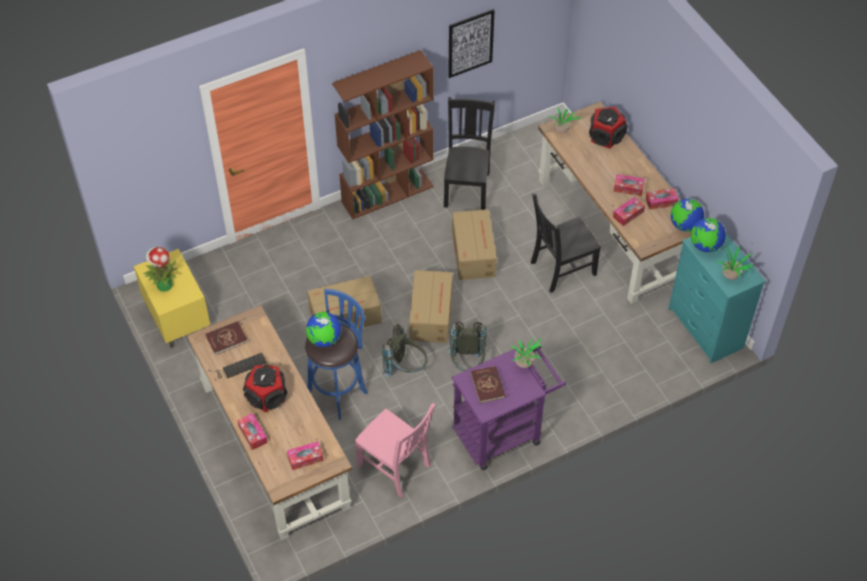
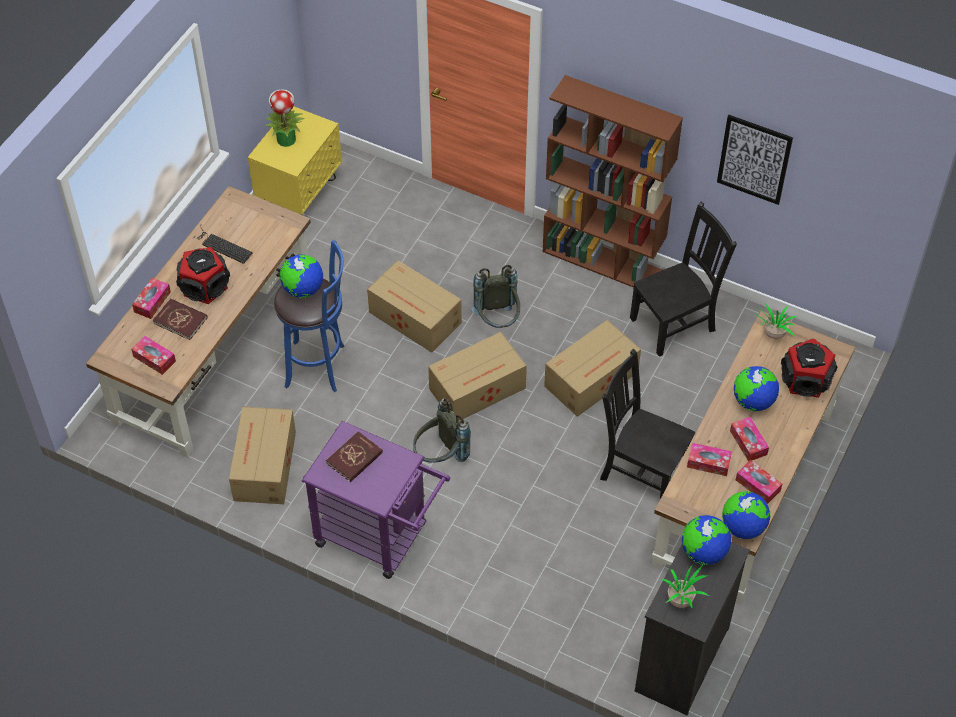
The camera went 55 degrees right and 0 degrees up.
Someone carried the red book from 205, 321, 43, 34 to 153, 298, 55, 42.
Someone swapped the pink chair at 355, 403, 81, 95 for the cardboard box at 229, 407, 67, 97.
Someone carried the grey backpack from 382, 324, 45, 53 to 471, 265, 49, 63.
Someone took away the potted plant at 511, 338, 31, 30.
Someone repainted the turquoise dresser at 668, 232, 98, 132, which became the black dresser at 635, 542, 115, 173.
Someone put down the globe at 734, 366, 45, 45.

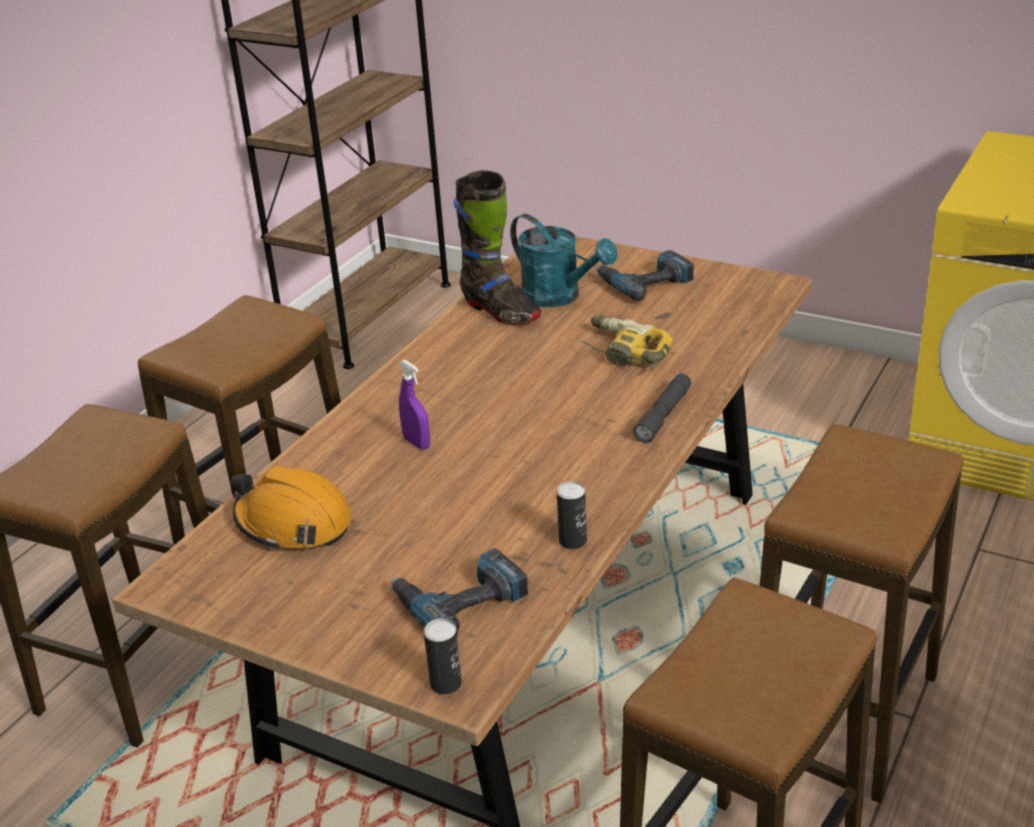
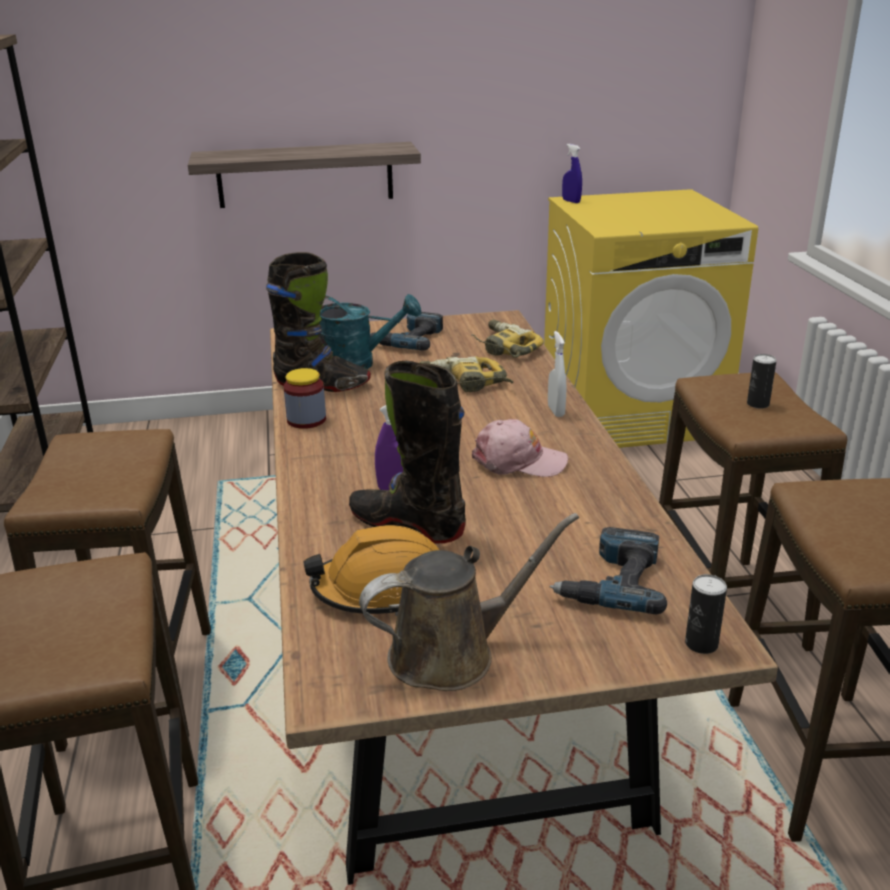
The camera went 40 degrees left and 5 degrees down.
Someone carried the can from 557, 481, 30, 68 to 747, 354, 30, 55.
Someone swapped the grey flashlight at 633, 373, 58, 70 for the white spray bottle at 548, 331, 18, 86.
Someone put up the shelf at 188, 142, 233, 66.
Someone put down the jar at 283, 368, 43, 61.
Someone put down the black boot at 349, 361, 117, 182.
Someone put down the brown watering can at 359, 513, 220, 178.
Someone put down the power drill at 471, 319, 73, 39.
Someone put down the pink cap at 472, 419, 97, 58.
Someone put down the blue spray bottle at 562, 144, 20, 59.

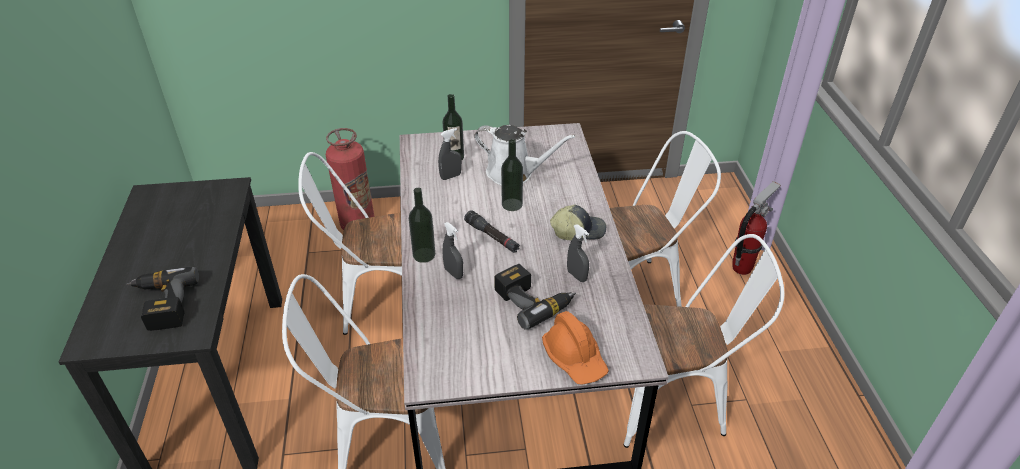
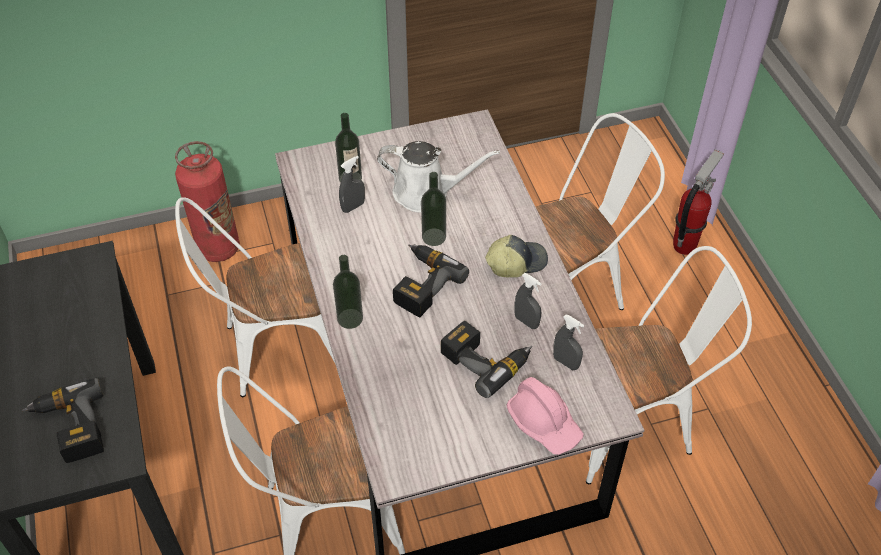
The camera went 10 degrees left and 10 degrees up.
Someone carried the grey spray bottle from 442, 222, 21, 57 to 553, 314, 31, 56.
Someone swapped the black flashlight at 464, 210, 56, 43 for the power drill at 393, 245, 76, 72.
Someone repainted the orange hard hat at 542, 311, 67, 74, which became the pink hard hat at 506, 377, 78, 78.

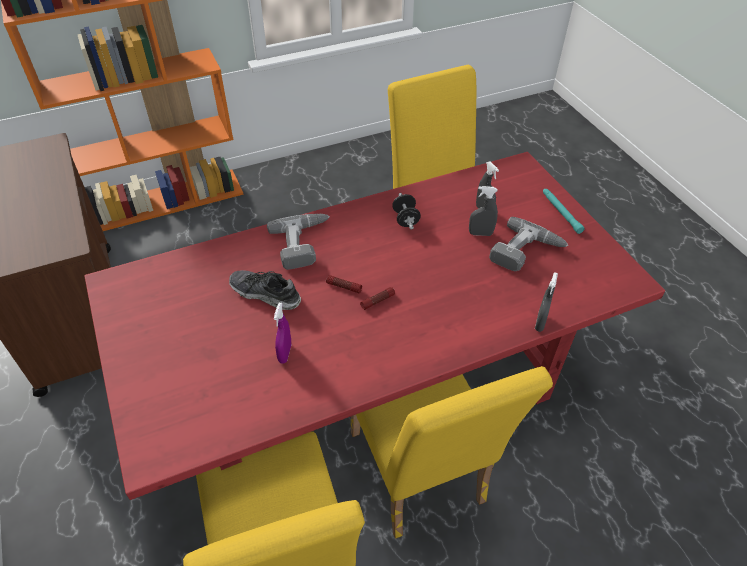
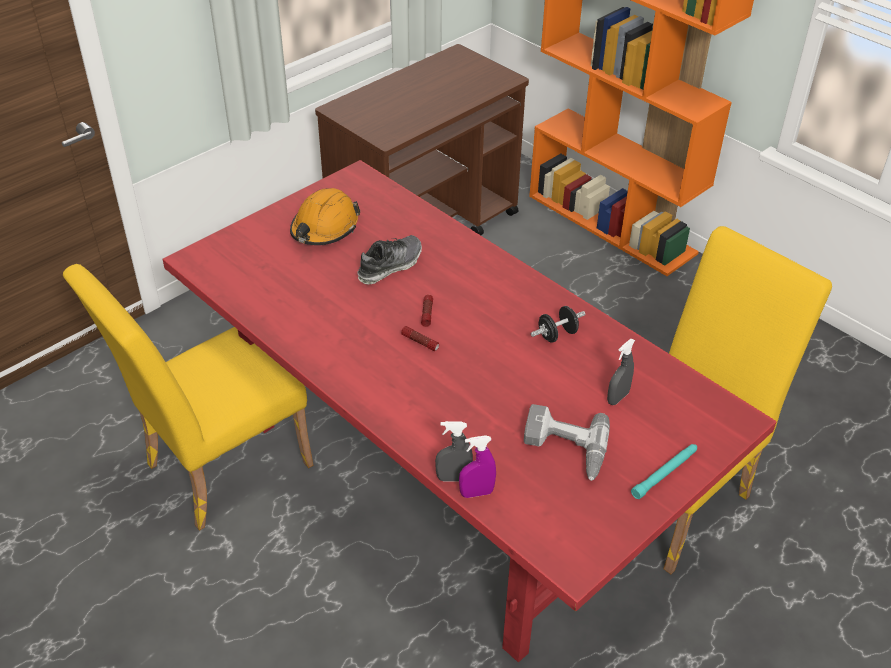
The camera went 70 degrees right and 5 degrees down.
Someone rotated the shoe at 229, 270, 72, 40 by 45 degrees clockwise.
Someone took away the power drill at 267, 214, 63, 56.
Someone carried the purple spray bottle from 274, 303, 17, 61 to 459, 435, 37, 63.
Someone took away the yellow chair at 351, 366, 202, 173.
Someone took away the grey spray bottle at 469, 186, 29, 50.
Someone put down the orange hard hat at 290, 188, 70, 57.

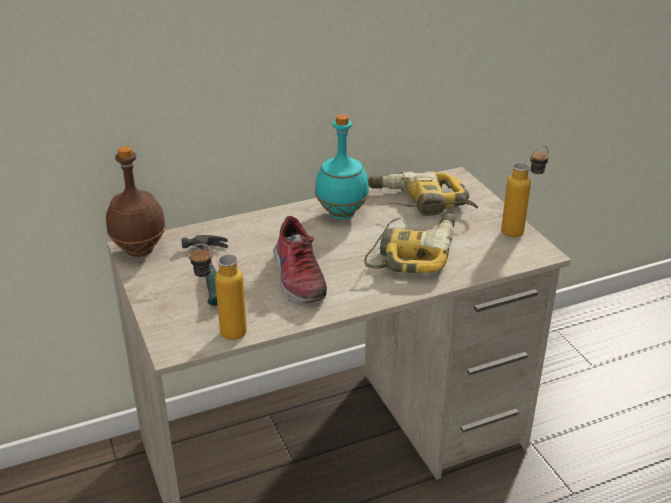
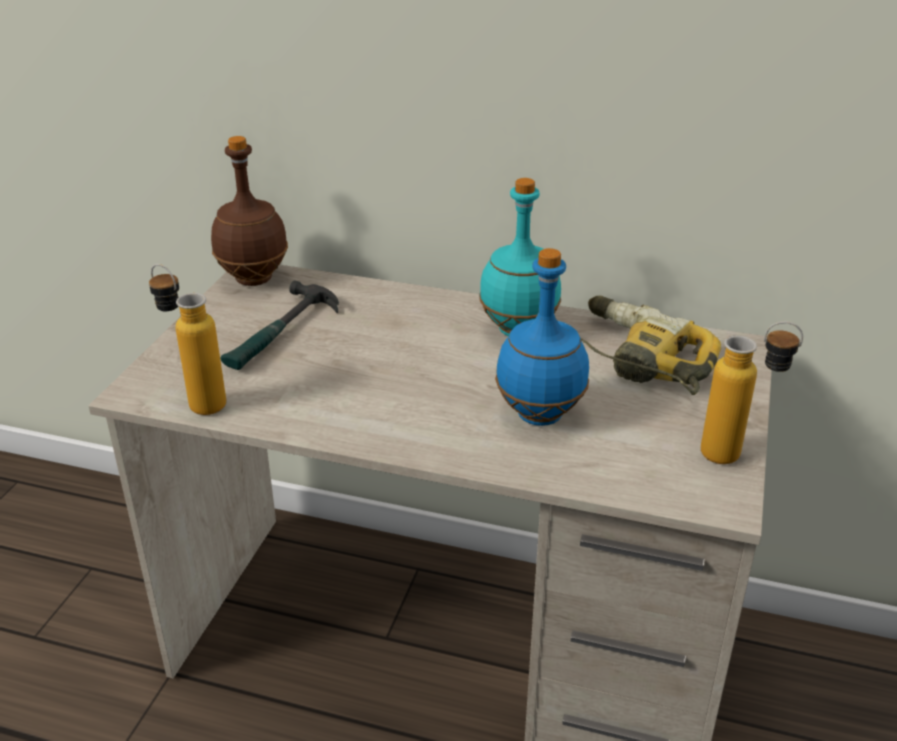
The camera went 40 degrees right and 0 degrees up.
Someone took away the shoe at 273, 216, 54, 89.
Someone swapped the power drill at 364, 213, 91, 60 for the blue bottle at 495, 248, 94, 178.

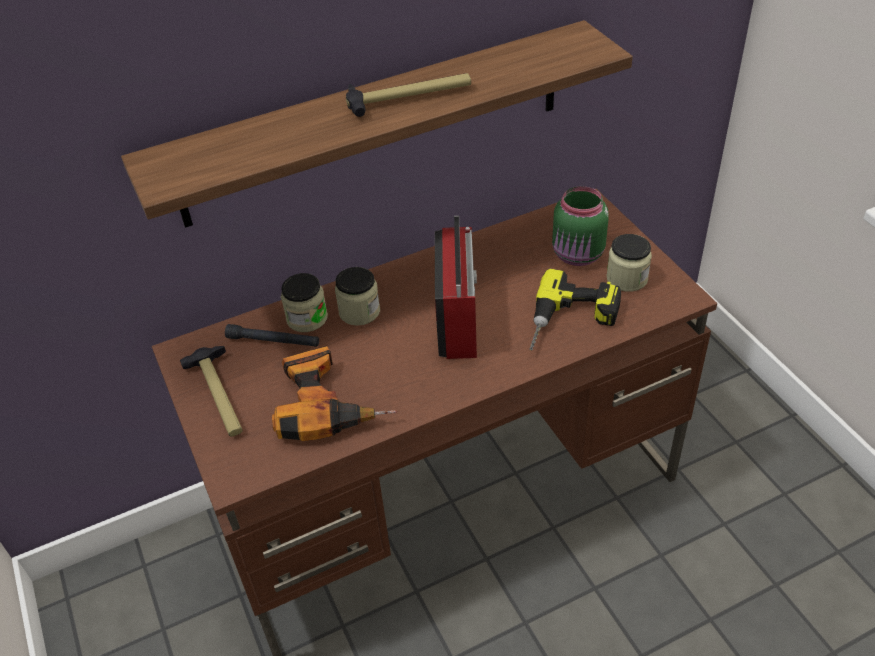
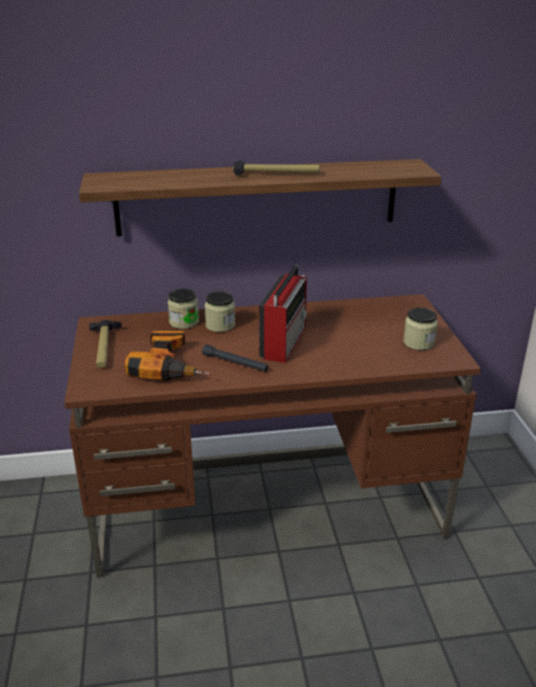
The camera went 15 degrees right and 15 degrees down.
Someone carried the black flashlight from 225, 324, 94, 23 to 202, 345, 66, 27.
Someone took away the power drill at 529, 269, 92, 81.
Someone took away the green jar at 552, 186, 57, 80.

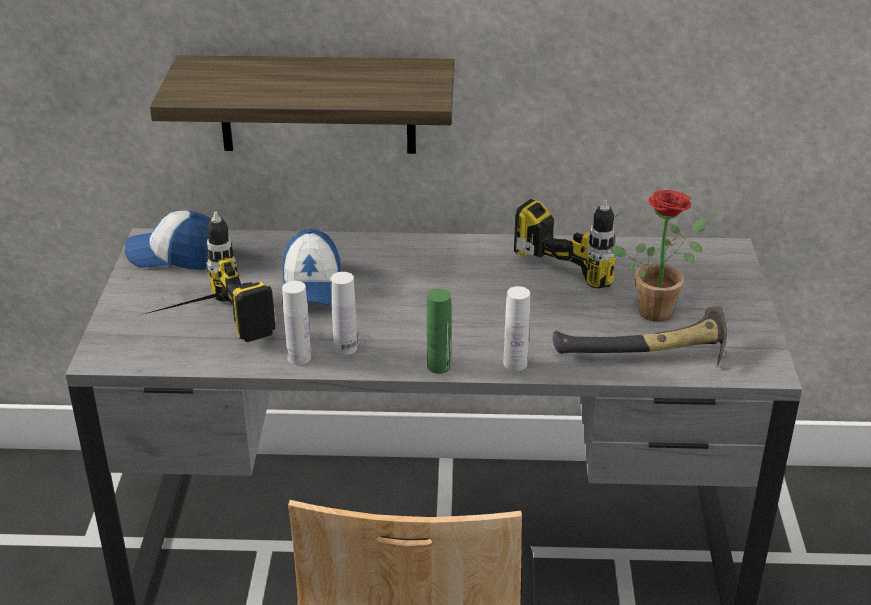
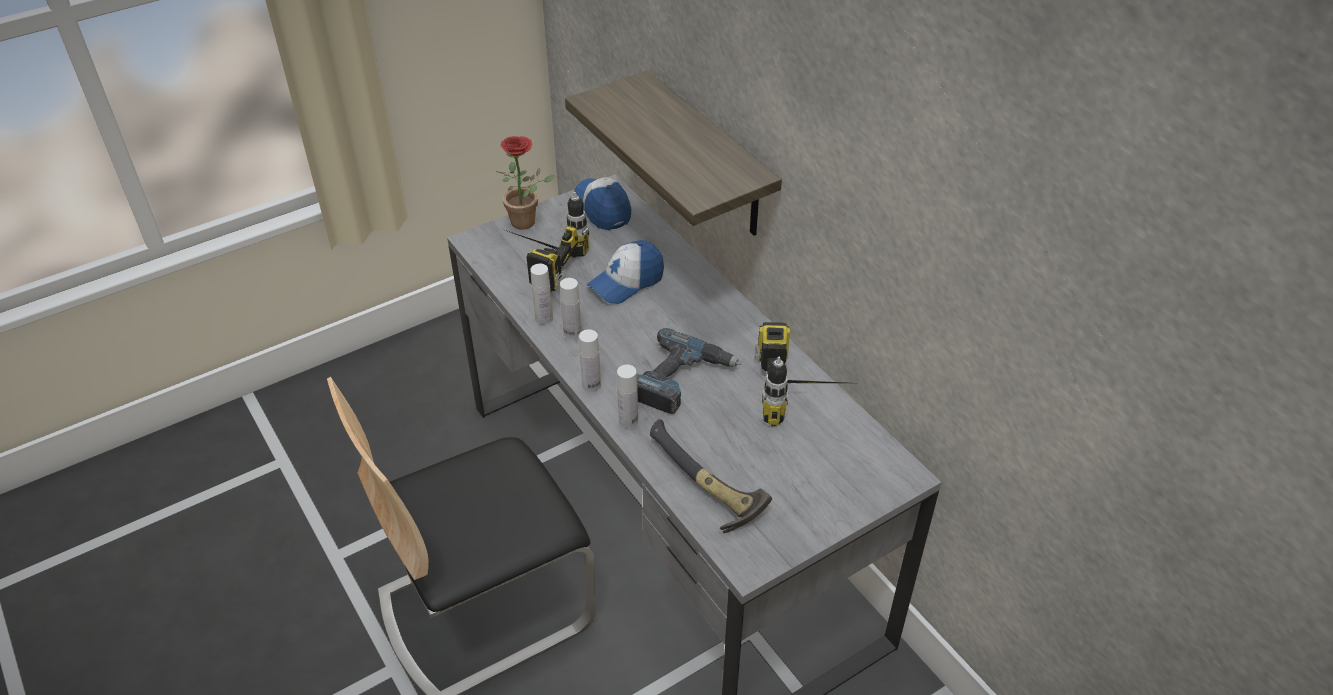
The camera went 55 degrees right and 10 degrees up.
Someone repainted the green bottle at 427, 289, 24, 85, which became the white bottle at 579, 329, 22, 63.
Someone carried the potted plant from 610, 190, 98, 132 to 496, 136, 59, 94.
Someone put down the power drill at 637, 328, 104, 86.

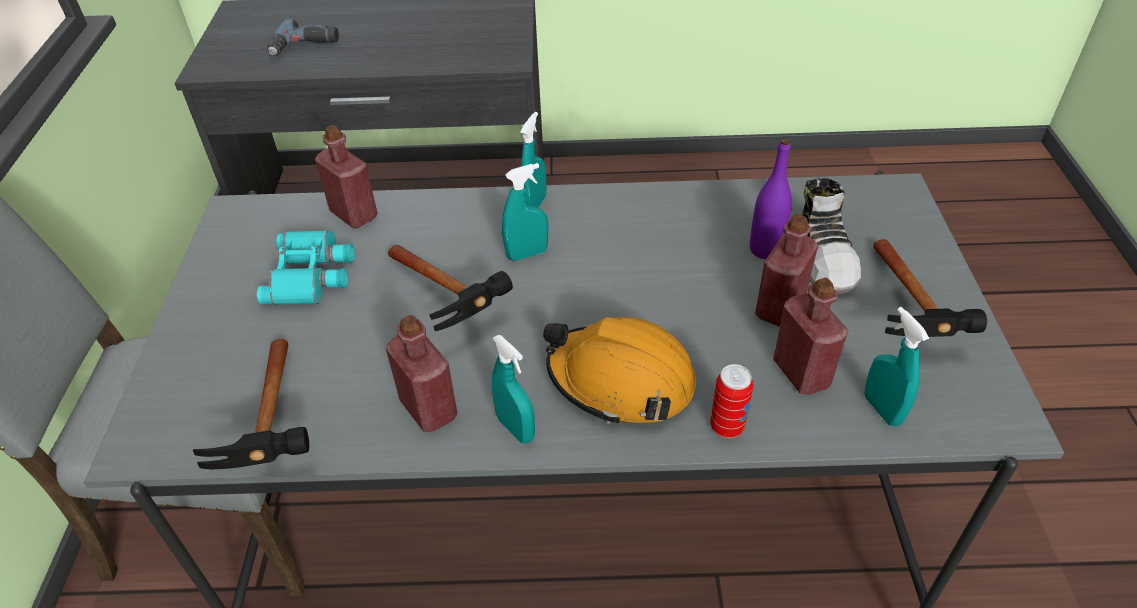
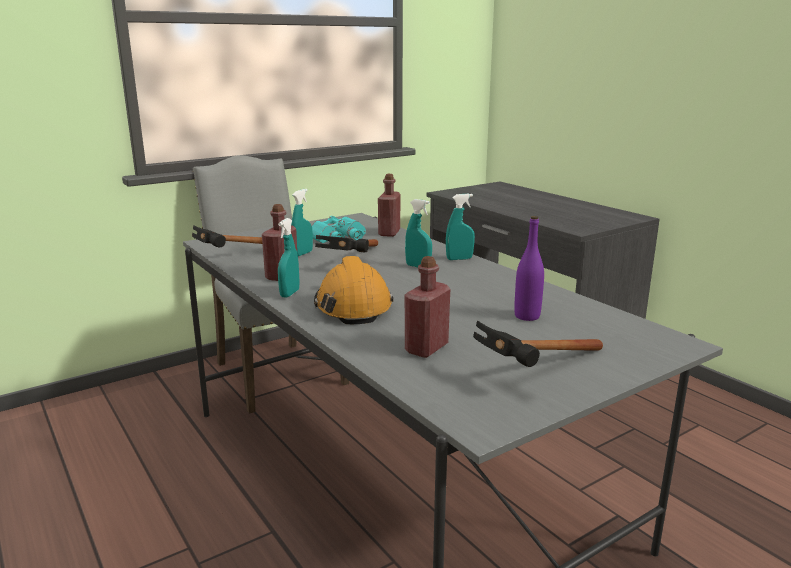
The camera went 55 degrees right and 25 degrees down.
Someone took away the power drill at 267, 18, 72, 38.
Someone took away the can at 710, 364, 43, 74.
Someone took away the red bottle at 755, 214, 63, 113.
Someone took away the shoe at 801, 178, 60, 117.
Someone carried the turquoise spray bottle from 864, 307, 65, 119 to 291, 189, 22, 67.

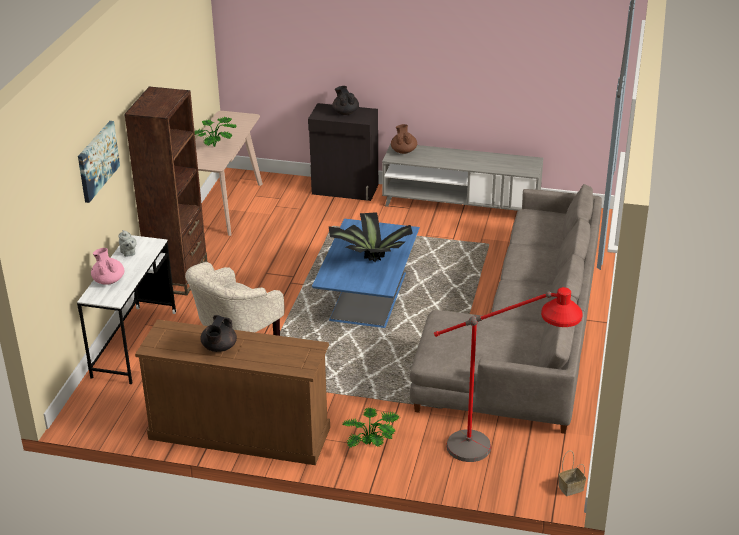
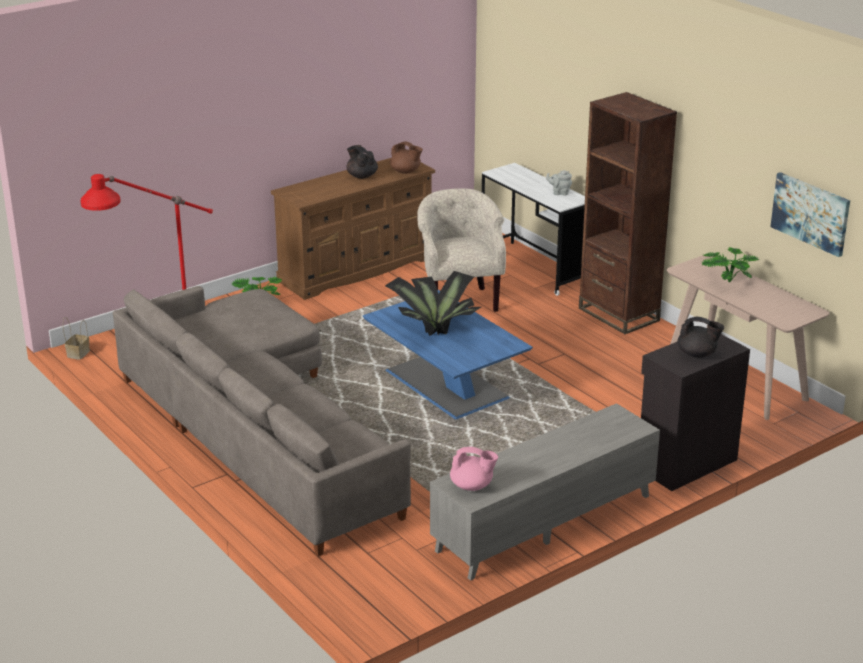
The camera went 130 degrees right and 5 degrees down.
Someone carried the picture from 78, 121, 42, 82 to 770, 172, 80, 85.
Someone carried the pink teapot from 91, 248, 33, 37 to 450, 447, 48, 44.
Someone carried the brown teapot from 391, 124, 26, 30 to 390, 141, 33, 33.

